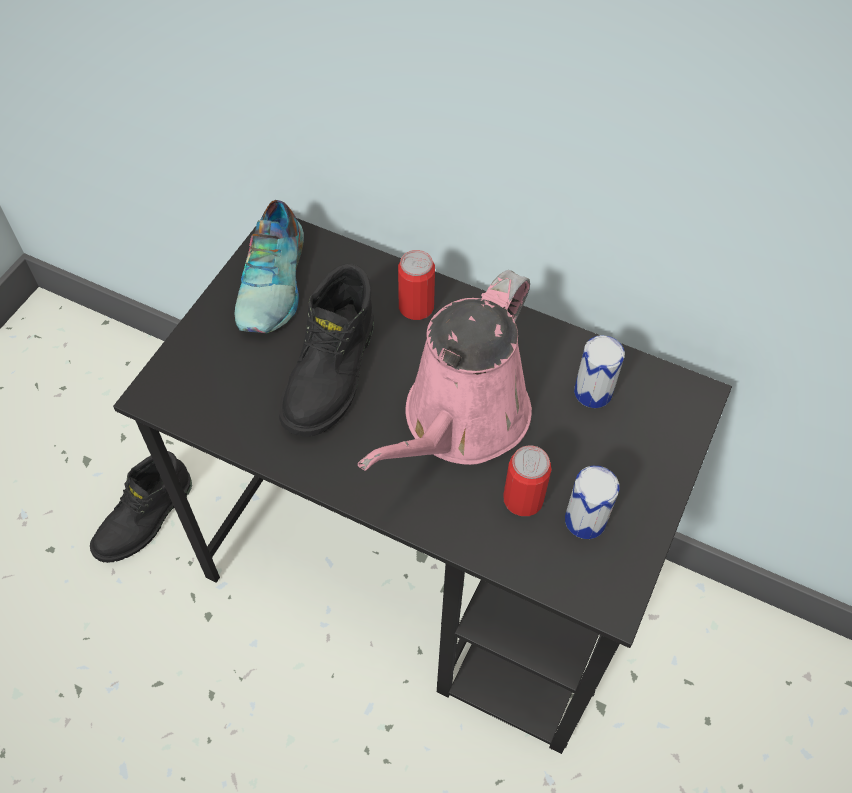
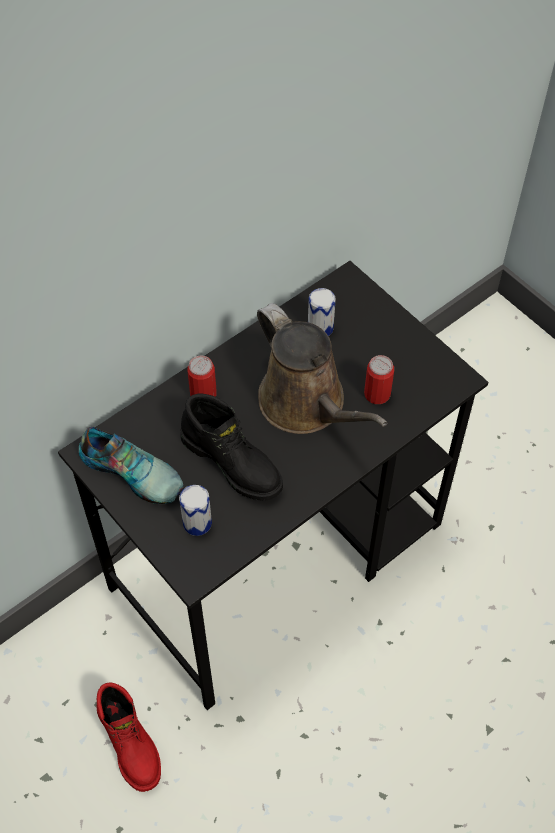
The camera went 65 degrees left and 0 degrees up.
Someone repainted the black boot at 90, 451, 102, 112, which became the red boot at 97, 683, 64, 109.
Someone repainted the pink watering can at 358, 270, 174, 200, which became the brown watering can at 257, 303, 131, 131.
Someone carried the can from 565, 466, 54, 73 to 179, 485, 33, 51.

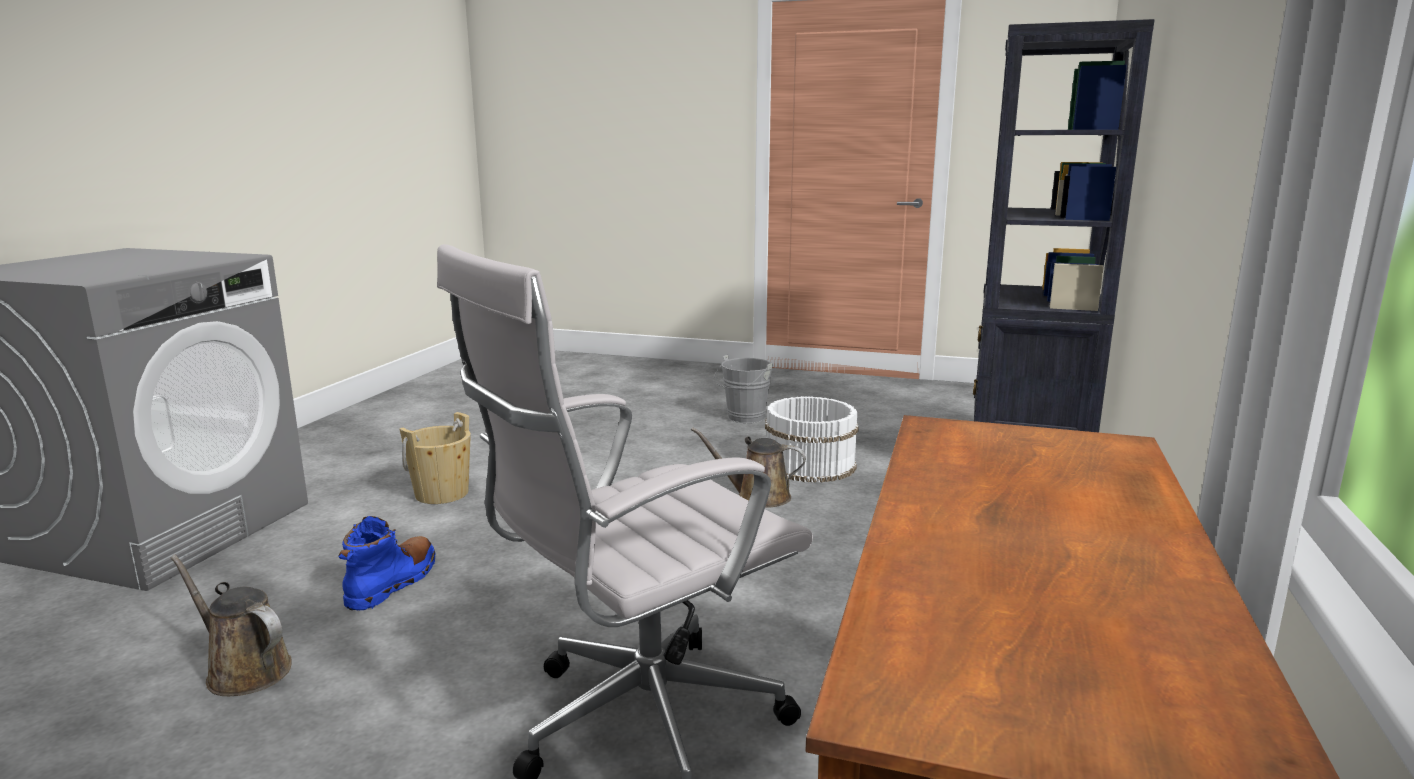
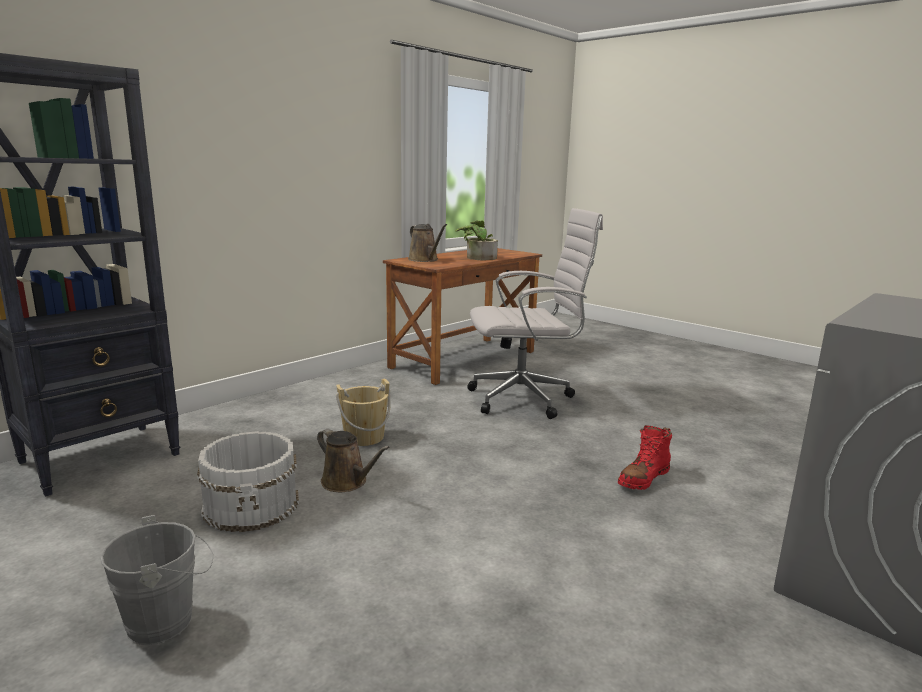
The camera went 155 degrees left and 0 degrees up.
Someone carried the brown watering can from 170, 555, 122, 141 to 408, 224, 39, 38.
Someone repainted the blue boot at 338, 516, 98, 94, which became the red boot at 618, 425, 54, 65.
Someone carried the beige bucket from 399, 412, 72, 92 to 336, 378, 55, 68.
Someone put down the potted plant at 455, 221, 43, 39.

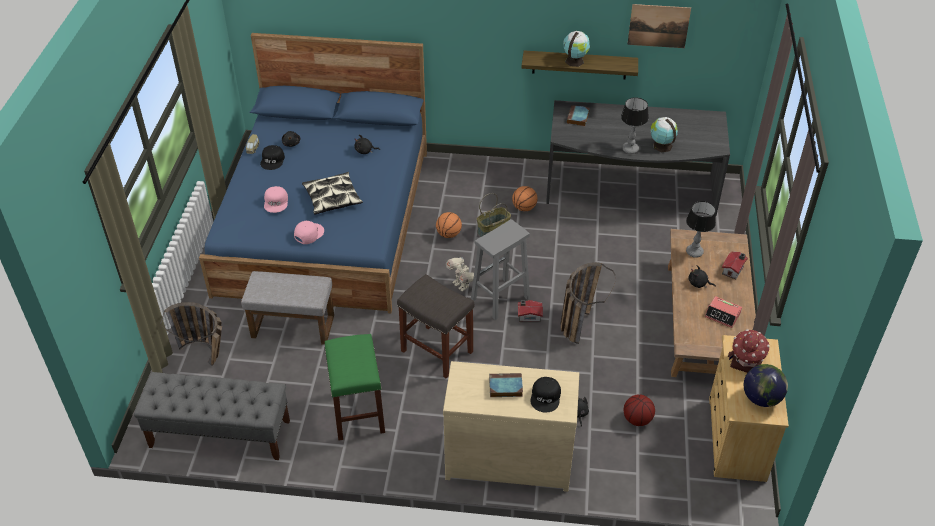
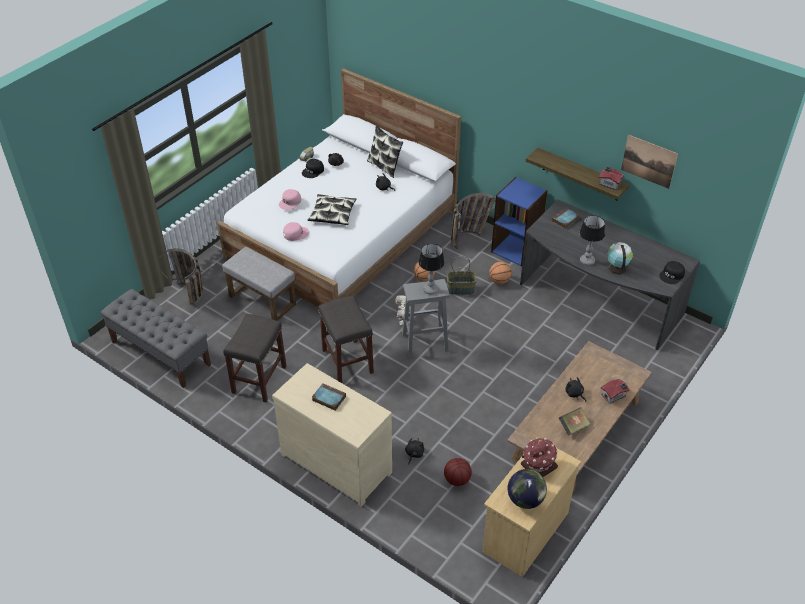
The camera went 30 degrees right and 0 degrees up.
Someone repainted the blue bed at 199, 33, 228, 280, which became the white bed at 217, 68, 244, 239.
Someone repainted the green stool at 325, 334, 60, 107, which became the grey stool at 223, 314, 64, 89.
Someone carried the toy house from 518, 300, 25, 22 to 599, 167, 26, 23.
Someone carried the black cap from 530, 377, 31, 35 to 659, 261, 26, 23.
Someone carried the basket from 560, 262, 55, 82 to 451, 193, 45, 56.
Someone took away the globe at 563, 31, 27, 36.
Someone carried the table lamp from 686, 201, 30, 57 to 419, 243, 26, 51.
Someone swapped the alarm clock at 705, 296, 37, 32 for the book at 559, 407, 31, 28.
Someone put down the pillow at 367, 126, 36, 52.
Someone put down the blue bookcase at 491, 177, 57, 90.

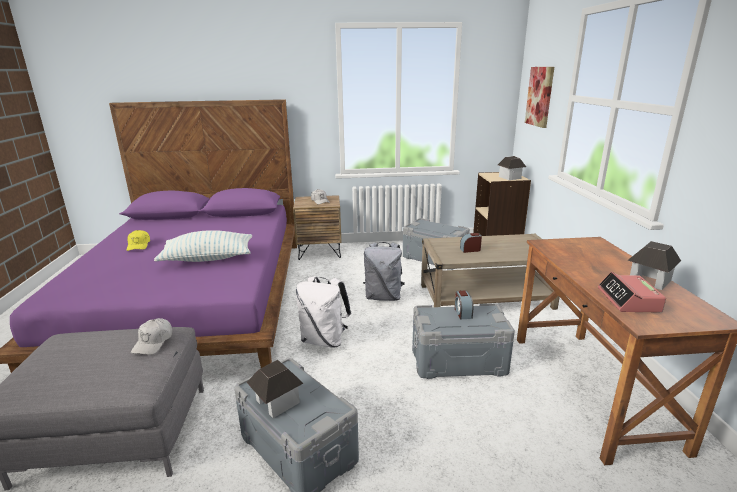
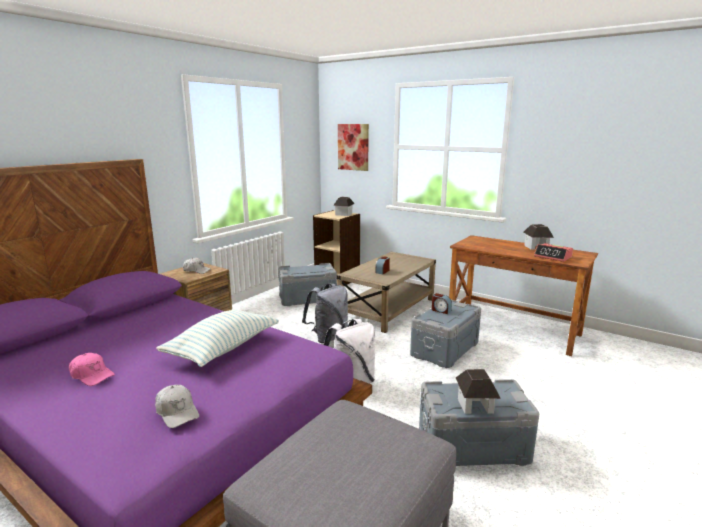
The camera went 50 degrees left and 5 degrees down.
Someone repainted the yellow cap at 127, 230, 23, 21, which became the pink cap at 69, 353, 46, 33.
Someone carried the white cap from 131, 318, 41, 37 to 155, 385, 44, 43.

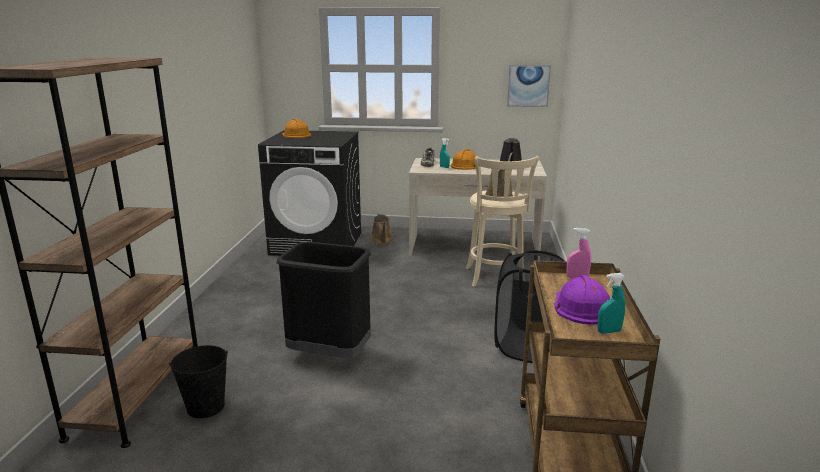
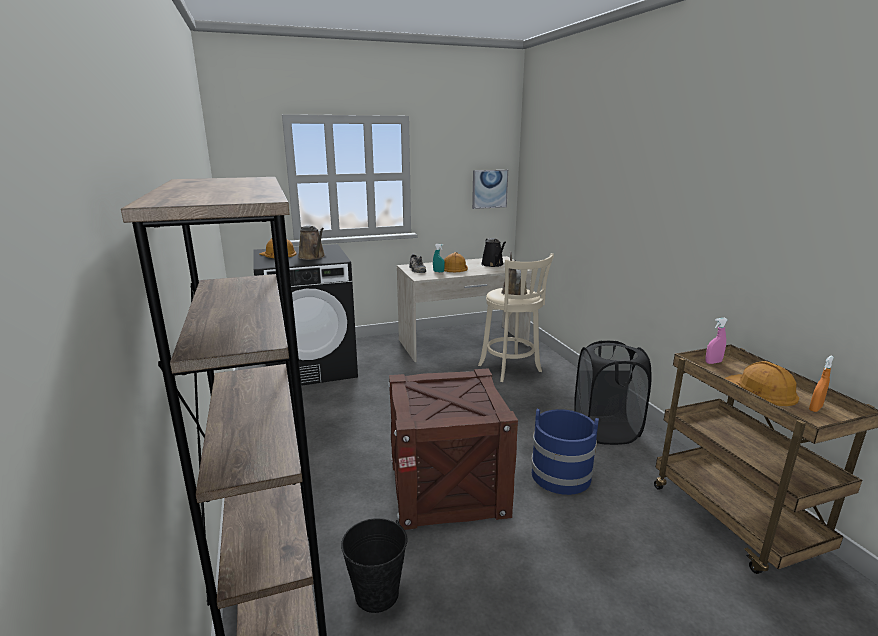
The camera went 25 degrees left and 0 degrees up.
Someone swapped the black trash can at 277, 242, 94, 116 for the crate at 388, 368, 130, 162.
Someone carried the brown watering can from 371, 214, 22, 30 to 298, 226, 27, 34.
Someone repainted the purple hard hat at 555, 275, 55, 50, which became the orange hard hat at 725, 361, 74, 45.
Someone repainted the turquoise spray bottle at 598, 273, 27, 61, which became the orange spray bottle at 809, 356, 25, 56.
Someone put down the blue bucket at 531, 409, 68, 86.

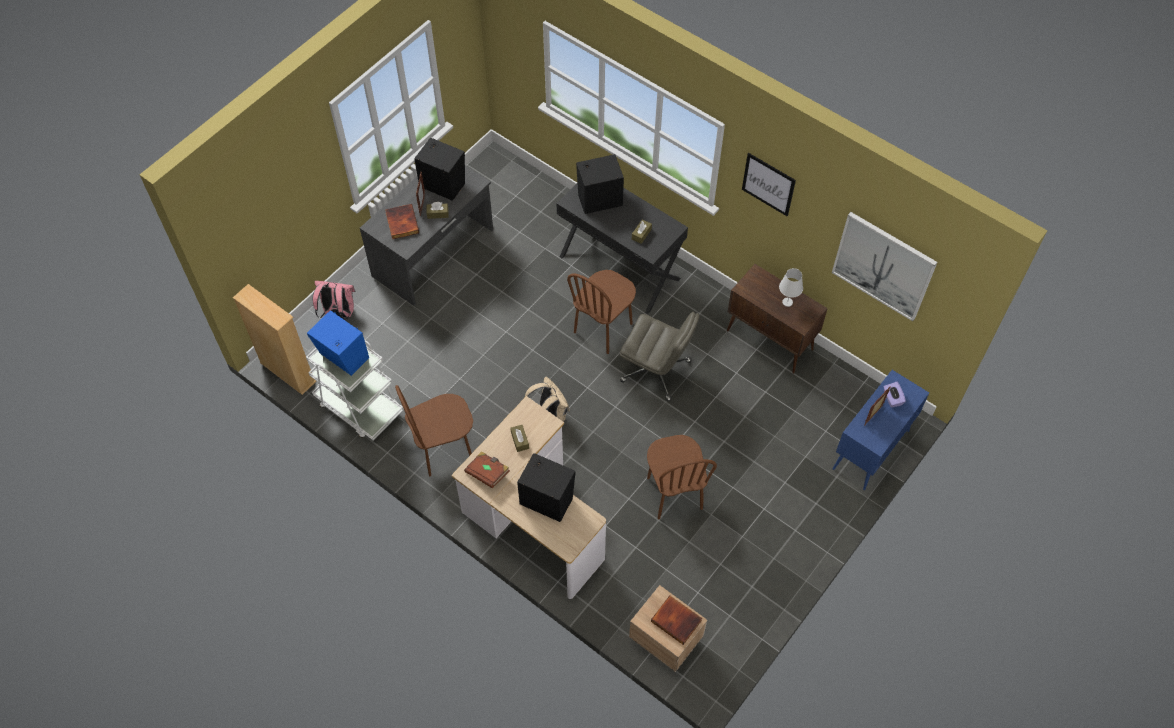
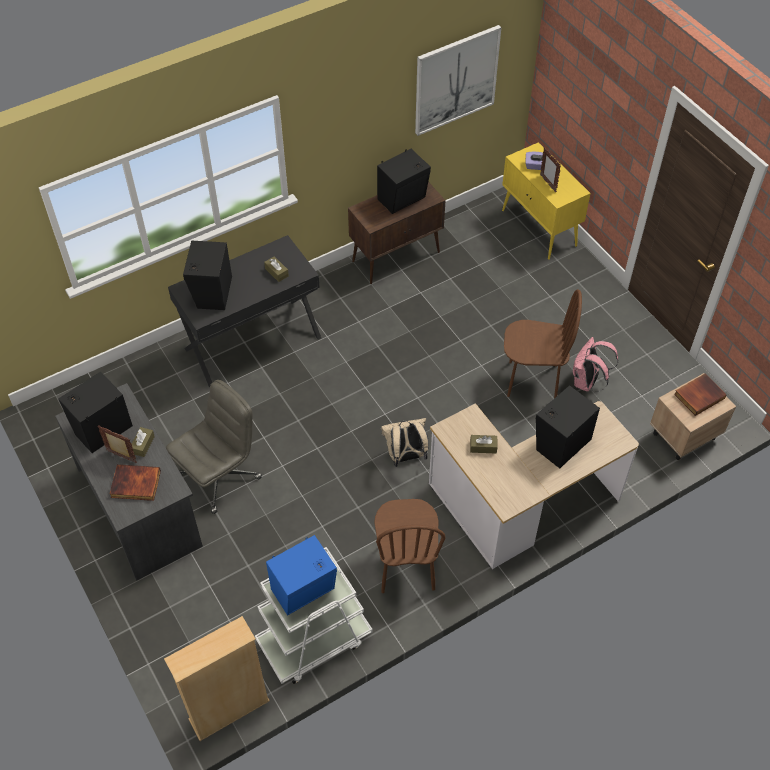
The camera went 70 degrees left and 5 degrees down.
Someone carried the pink backpack from 313, 281, 43, 39 to 573, 337, 45, 55.
Someone took away the brown book at 464, 451, 46, 37.
Someone took away the brown chair at 567, 270, 69, 84.
Someone carried the grey office chair from 620, 312, 80, 89 to 166, 380, 96, 134.
Someone took away the picture at 742, 153, 54, 63.
Someone swapped the white table lamp at 779, 268, 24, 39 for the black speaker at 377, 149, 54, 65.
Someone repainted the blue cabinet at 832, 370, 97, 120, which became the yellow cabinet at 502, 142, 89, 118.

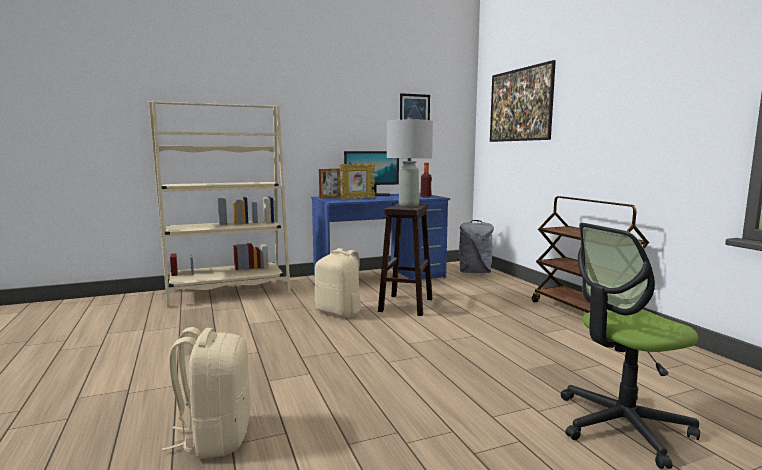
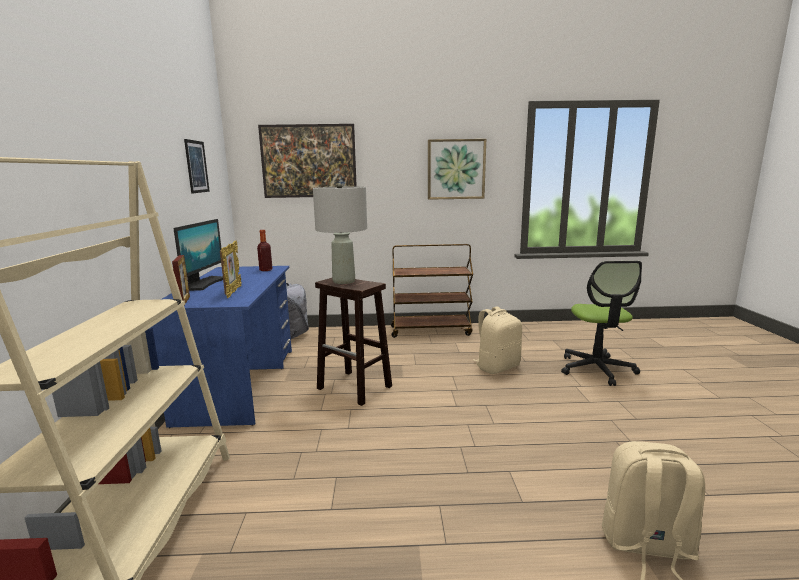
The camera went 70 degrees left and 5 degrees up.
Someone carried the beige backpack from 314, 248, 50, 70 to 473, 307, 49, 67.
Someone put up the picture at 428, 139, 58, 61.

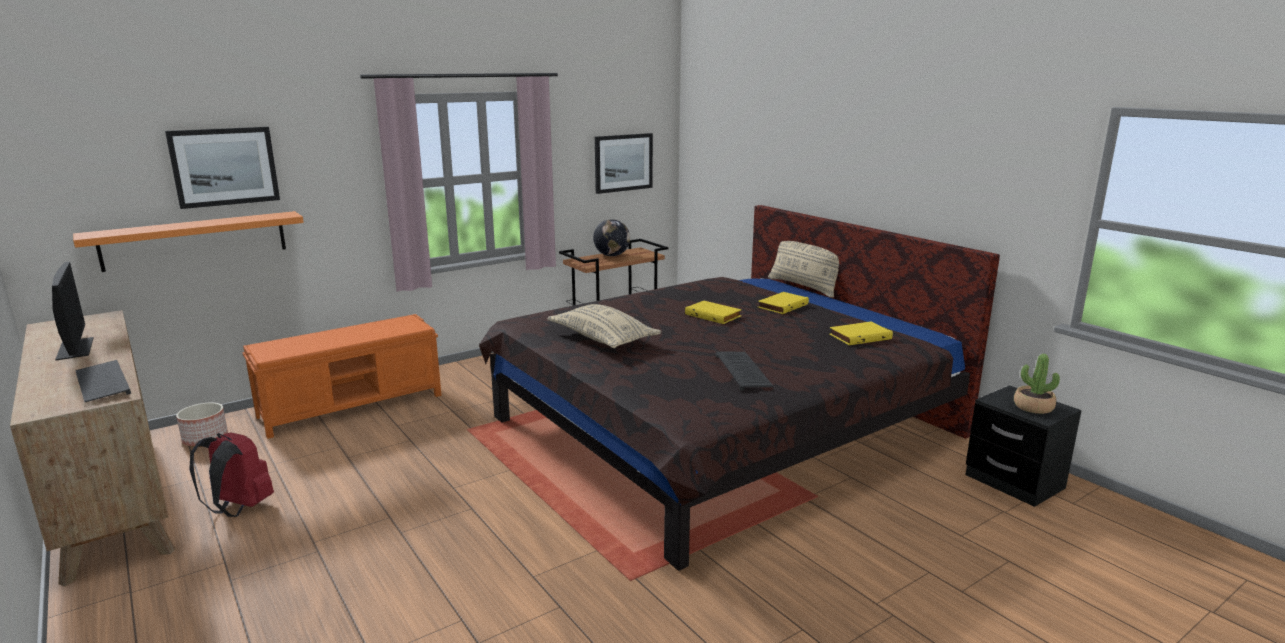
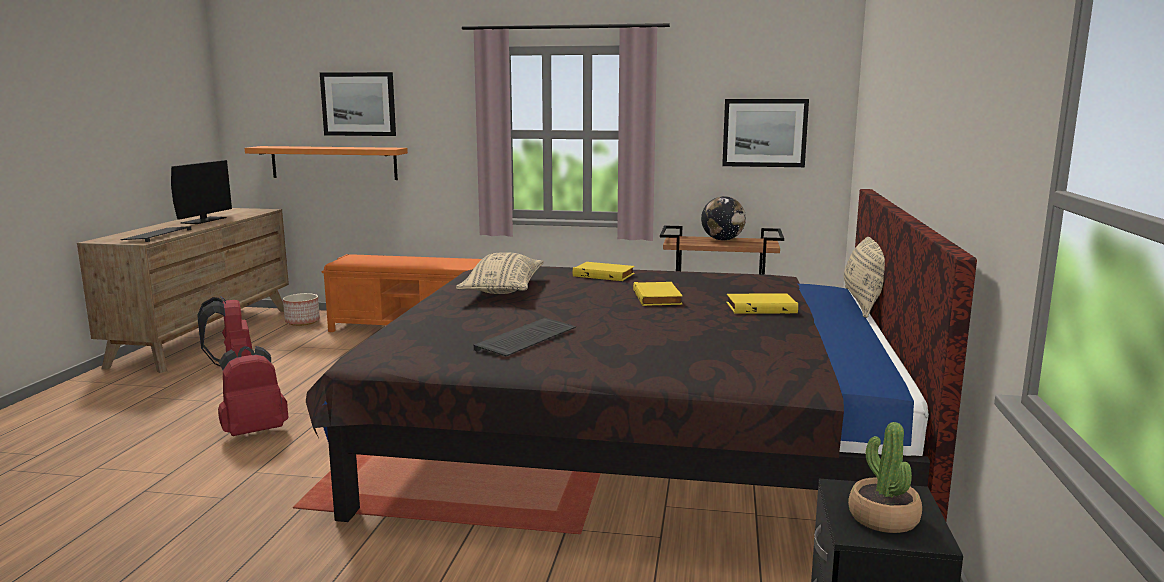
The camera went 45 degrees right and 5 degrees down.
Someone carried the yellow book from 830, 321, 63, 24 to 573, 262, 62, 19.
Someone put down the red backpack at 218, 346, 71, 90.

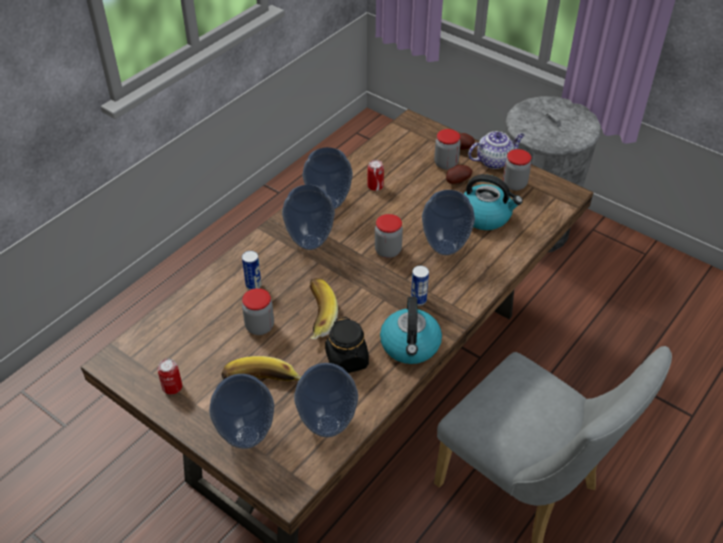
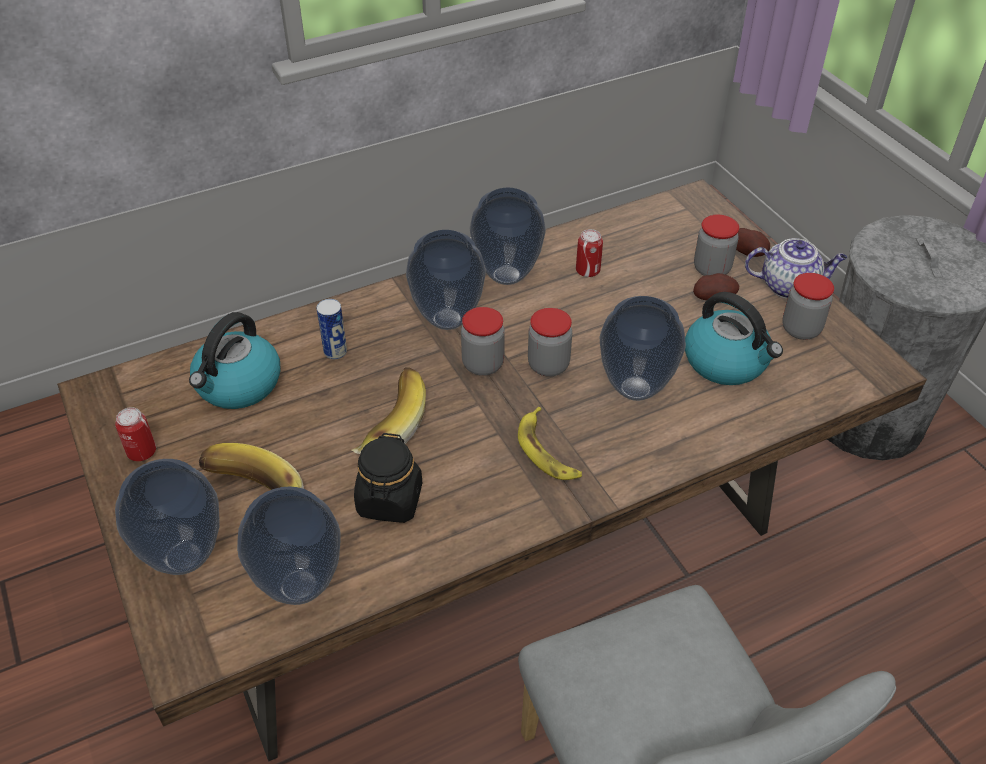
The camera went 25 degrees right and 0 degrees up.
Someone carried the jar from 242, 288, 32, 47 to 461, 307, 44, 69.
Someone carried the kettle from 380, 297, 62, 67 to 189, 312, 92, 97.
Someone swapped the can at 411, 266, 18, 40 for the banana at 518, 407, 64, 73.

